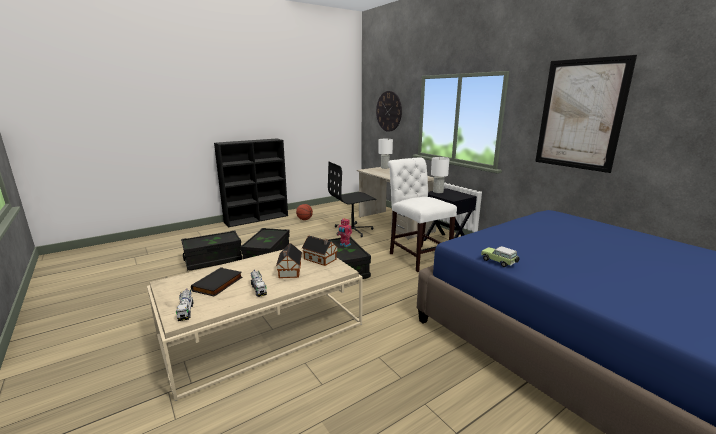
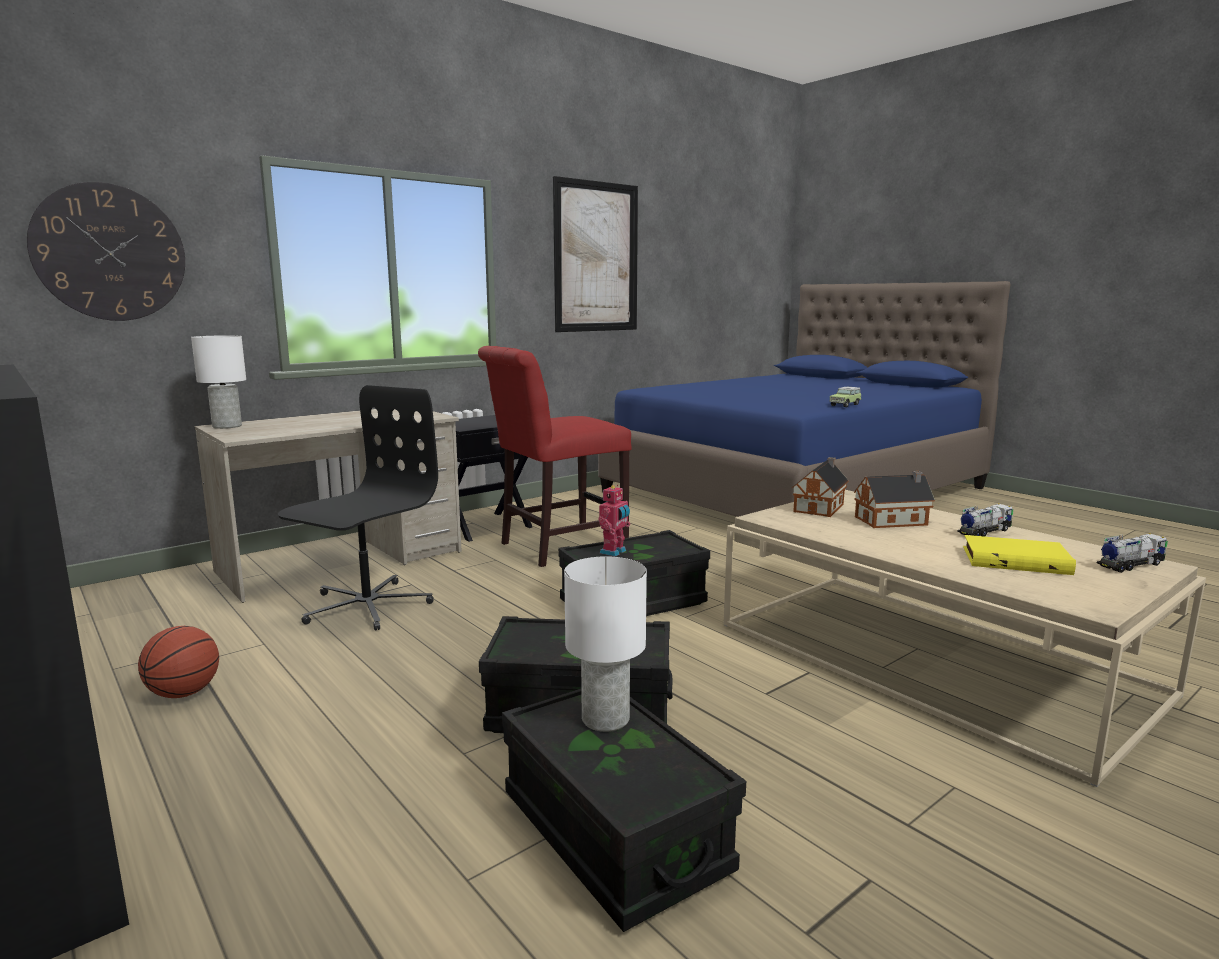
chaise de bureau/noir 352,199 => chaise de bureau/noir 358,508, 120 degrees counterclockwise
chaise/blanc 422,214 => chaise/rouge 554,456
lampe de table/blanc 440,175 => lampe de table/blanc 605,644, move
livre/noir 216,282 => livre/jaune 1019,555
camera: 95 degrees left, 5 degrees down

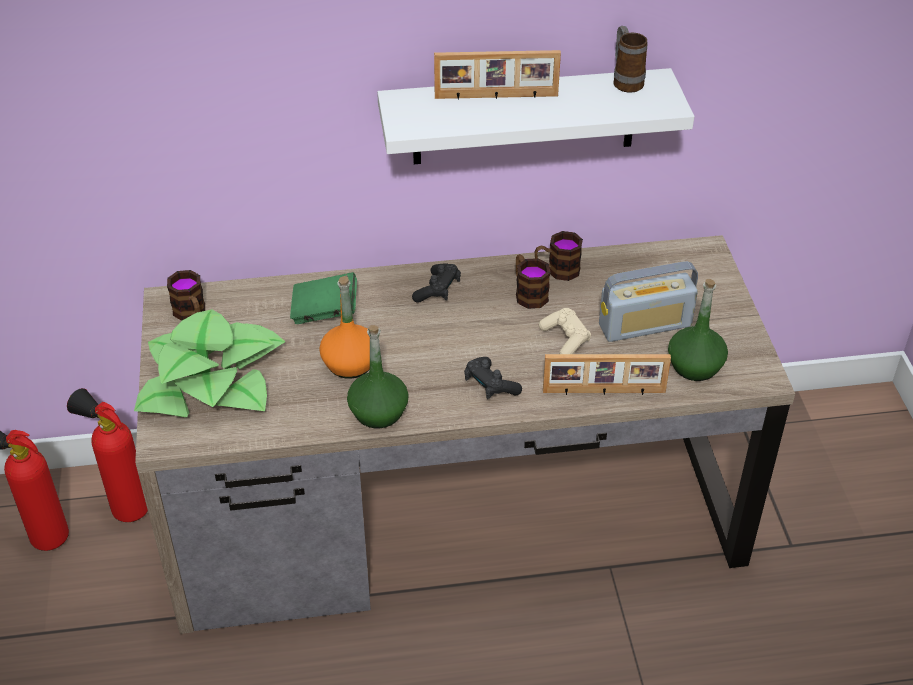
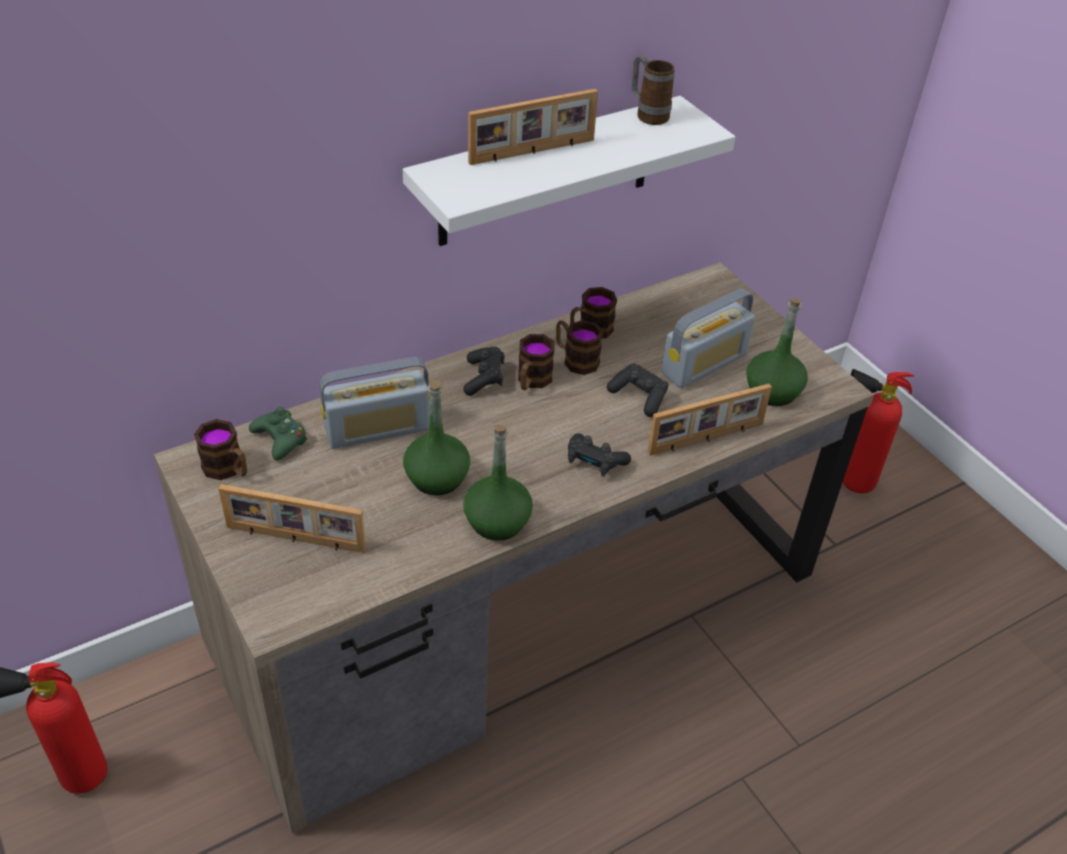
plante en pot 209,363 => cadre photo 292,518
nothing => manette/vert 278,434
livre/vert 323,298 => radio 374,403
bouteille/orange 344,327 => bouteille/vert 436,437
nothing => mug 536,362
manette/beige 565,331 => manette/noir 637,390
extincteur 107,455 => extincteur 878,431, move
camera: 25 degrees left, 0 degrees up

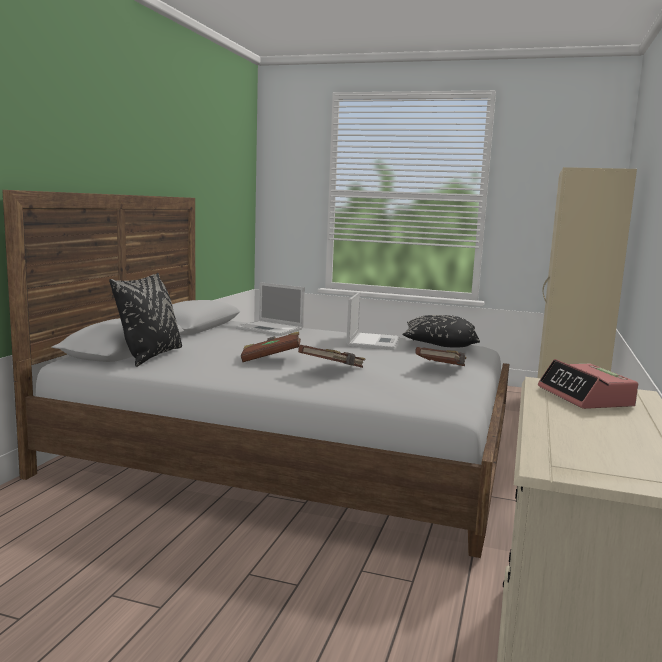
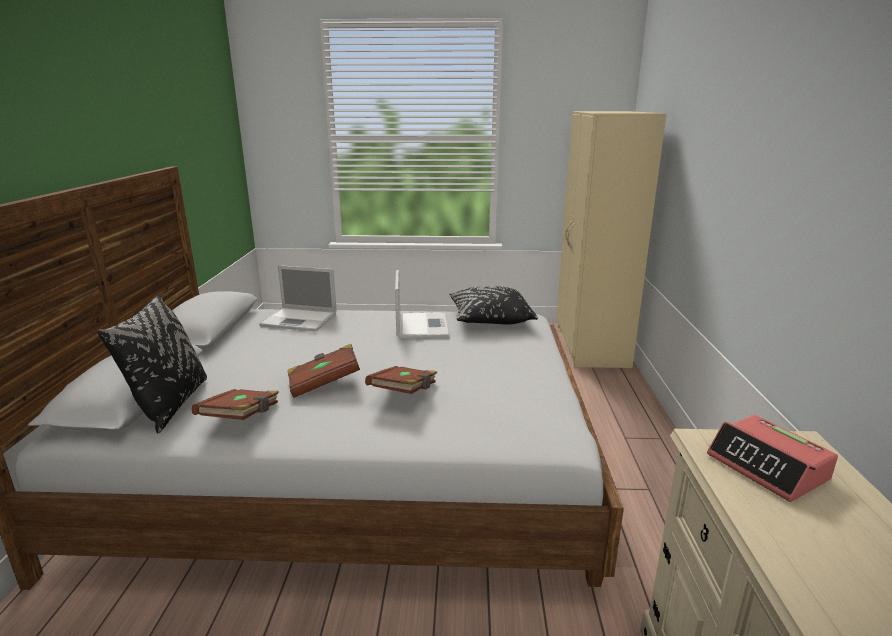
livre/marron 441,356 => livre/marron 235,404, move
camera: 15 degrees left, 10 degrees up

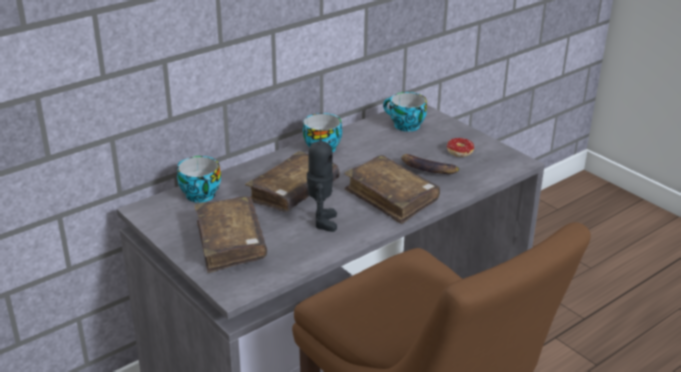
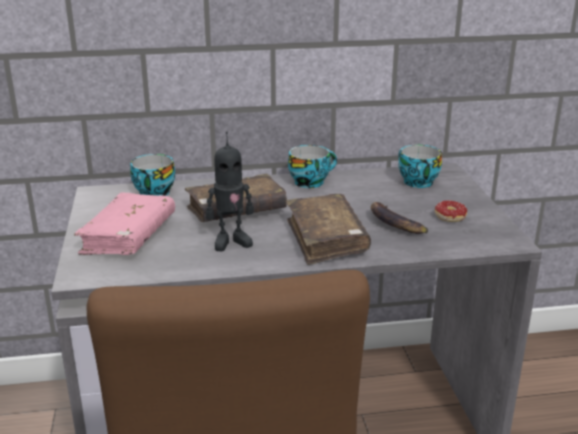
livre/marron 231,234 => livre/rose 124,224
robot jouet 322,180 => robot jouet 230,191, 45 degrees clockwise
camera: 30 degrees right, 5 degrees down

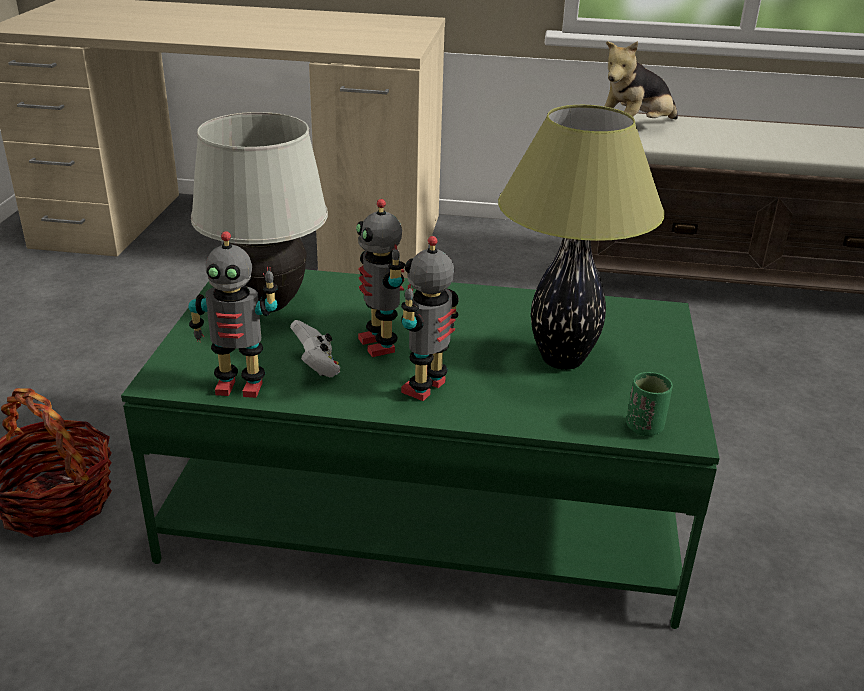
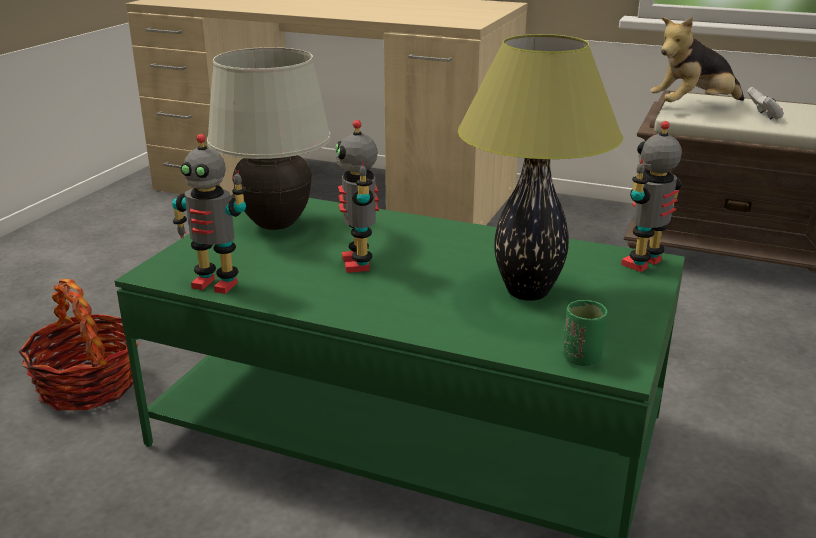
robot jouet 430,318 => robot jouet 651,196, move
manette/blanc 315,349 => manette/blanc 765,103, move
camera: 15 degrees right, 5 degrees down

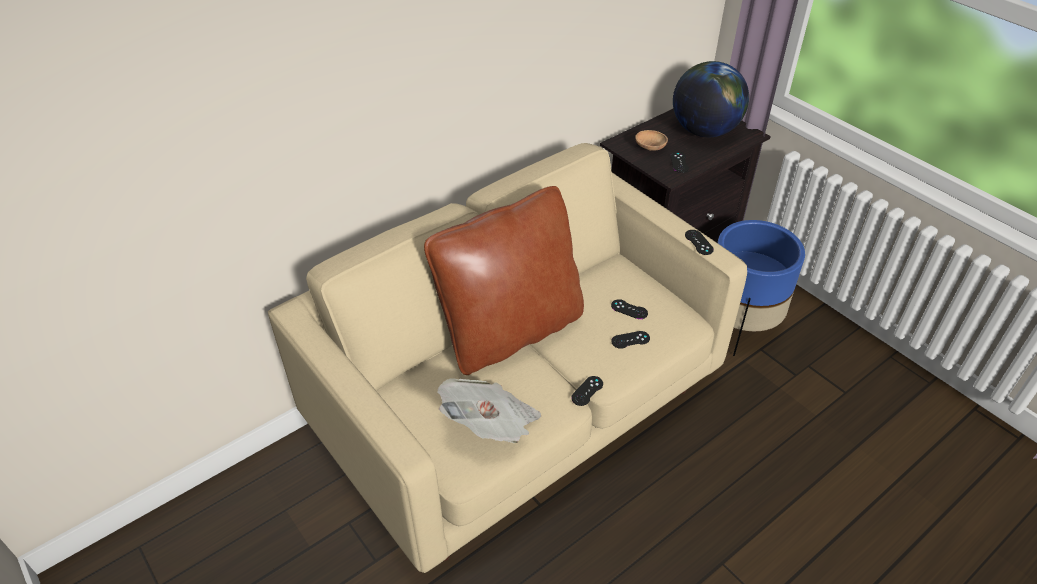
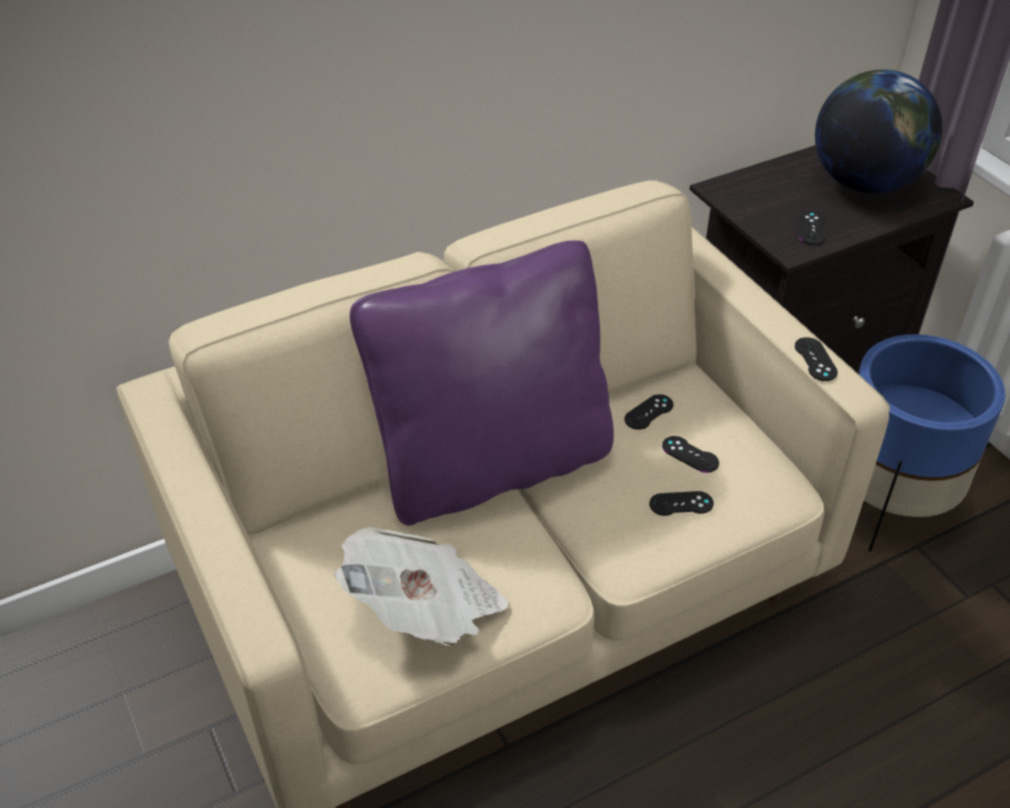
coussin/marron 504,280 => coussin/violet 482,382
manette/noir 587,391 => manette/noir 648,412, move
bol/marron 651,140 => nothing
camera: 10 degrees right, 0 degrees up

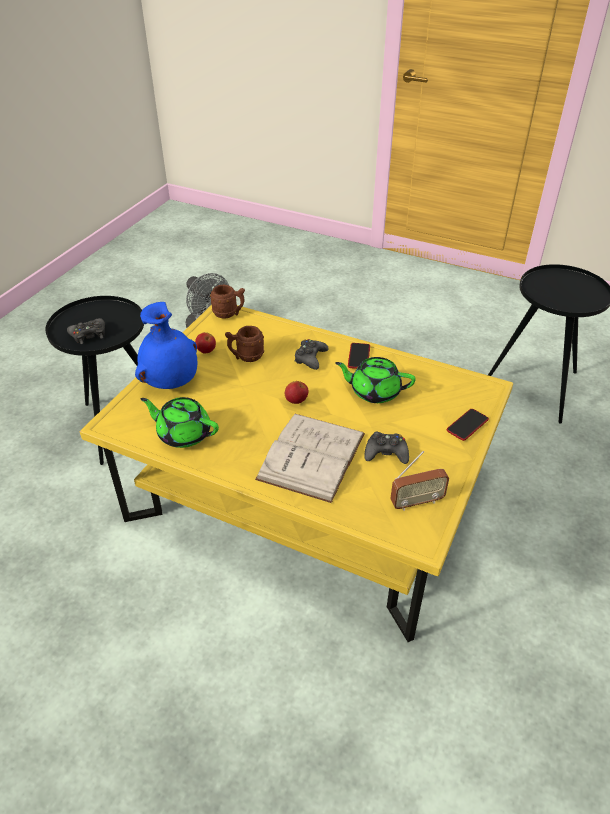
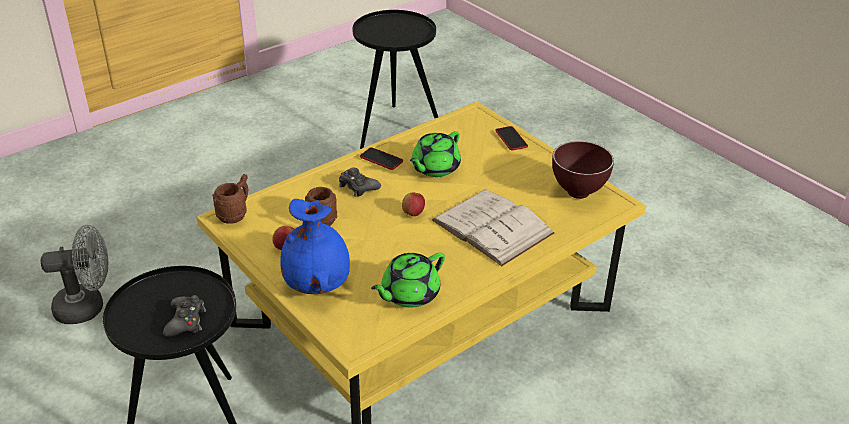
radio 419,481 => bol/marron 583,170
manette/noir 386,448 => nothing
camera: 65 degrees left, 5 degrees down

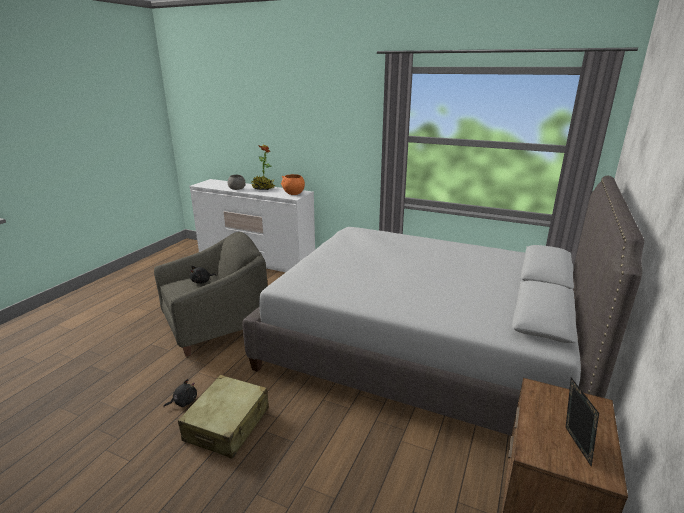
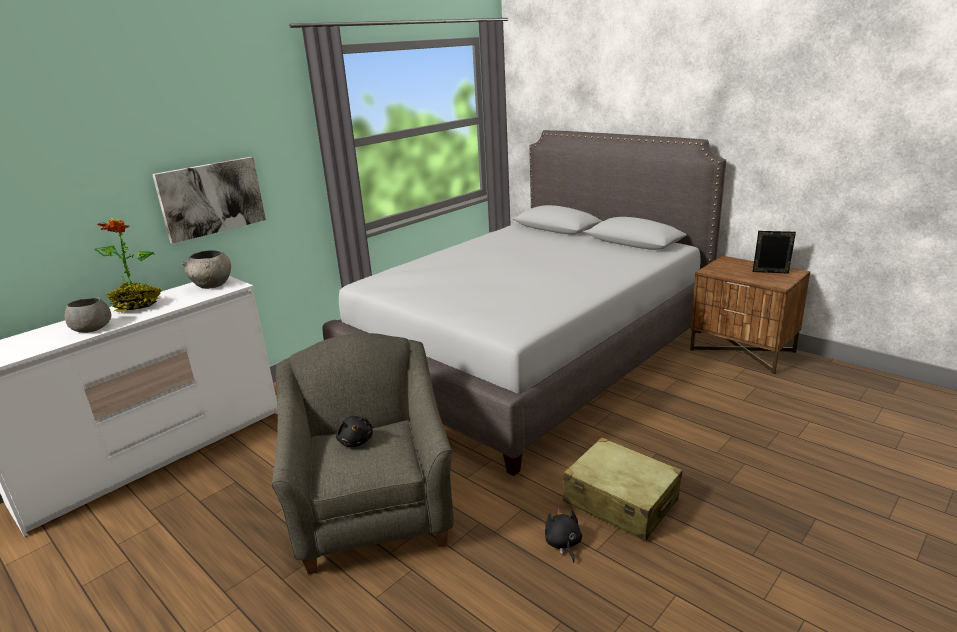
nothing => tableau 209,200
bol/orange 293,184 => bol/gris 206,269
camera: 70 degrees left, 0 degrees up

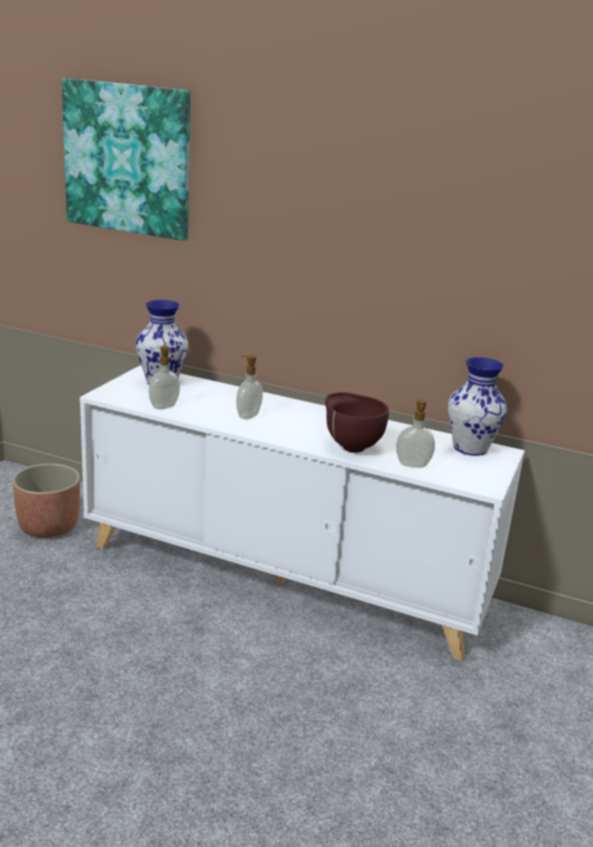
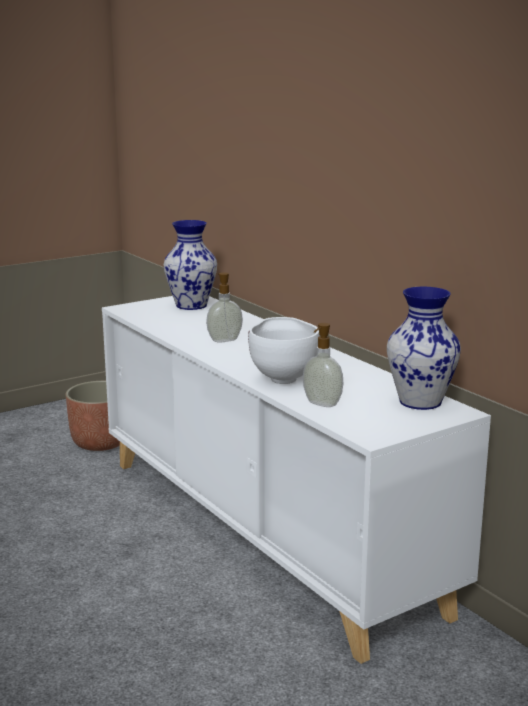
bol/marron 357,422 => bol/blanc 284,350
tableau 126,159 => nothing
distributeur de savon 164,378 => nothing
camera: 35 degrees right, 5 degrees down

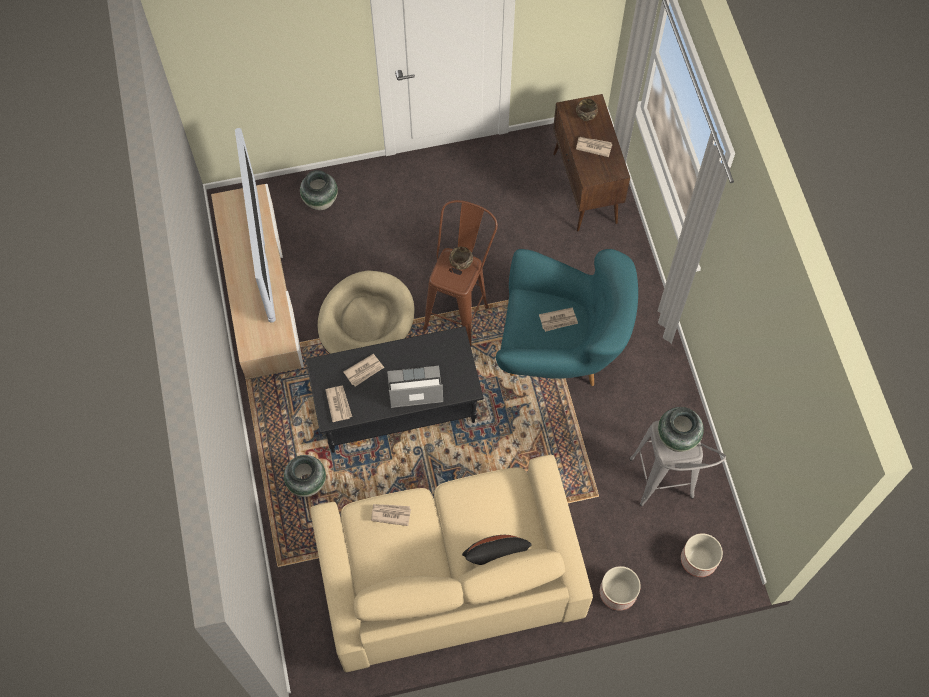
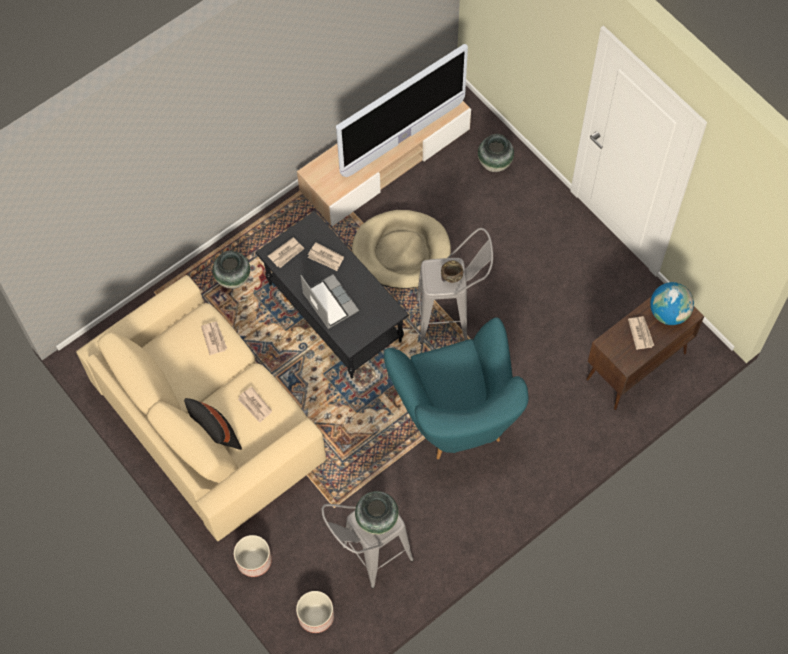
journal 558,319 => journal 255,405, move
tabouret/marron 460,273 => tabouret/gris 454,286
bol/marron 587,110 => globe 672,303
camera: 65 degrees right, 0 degrees up

